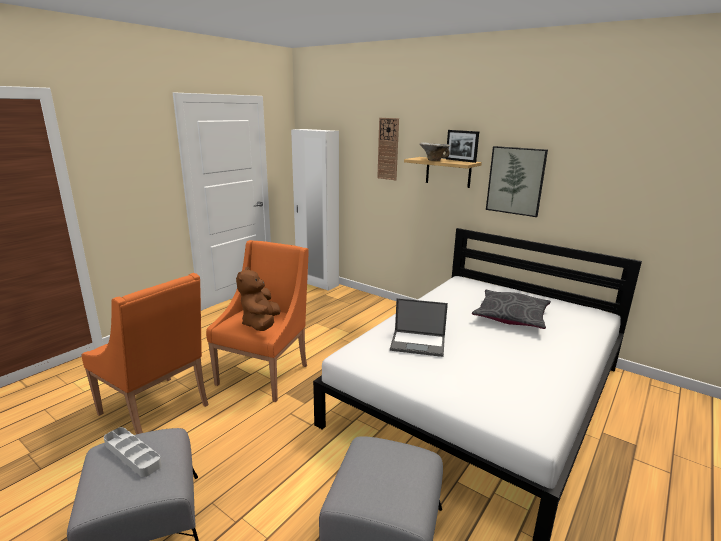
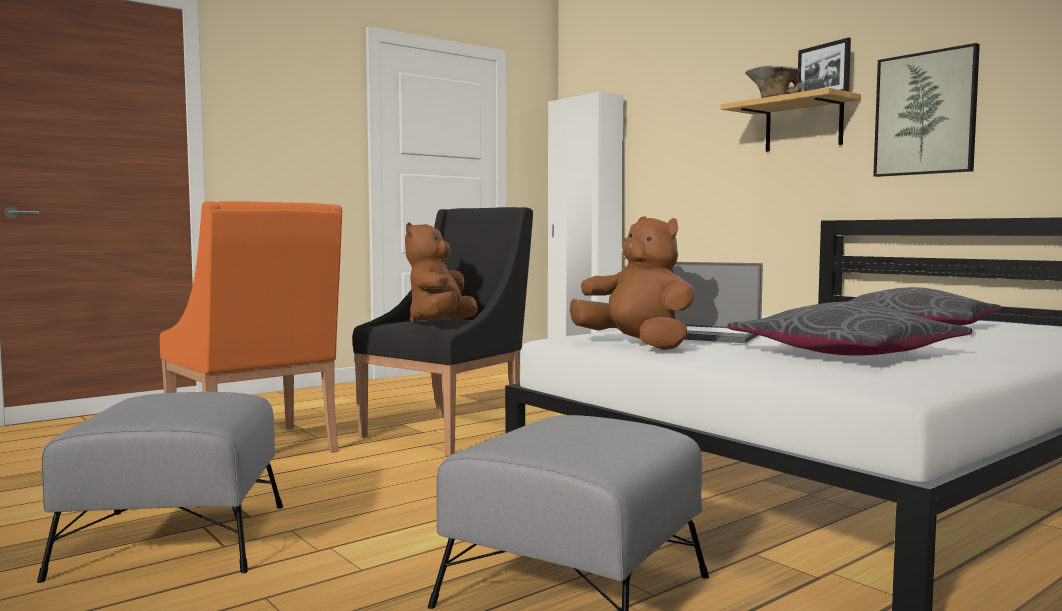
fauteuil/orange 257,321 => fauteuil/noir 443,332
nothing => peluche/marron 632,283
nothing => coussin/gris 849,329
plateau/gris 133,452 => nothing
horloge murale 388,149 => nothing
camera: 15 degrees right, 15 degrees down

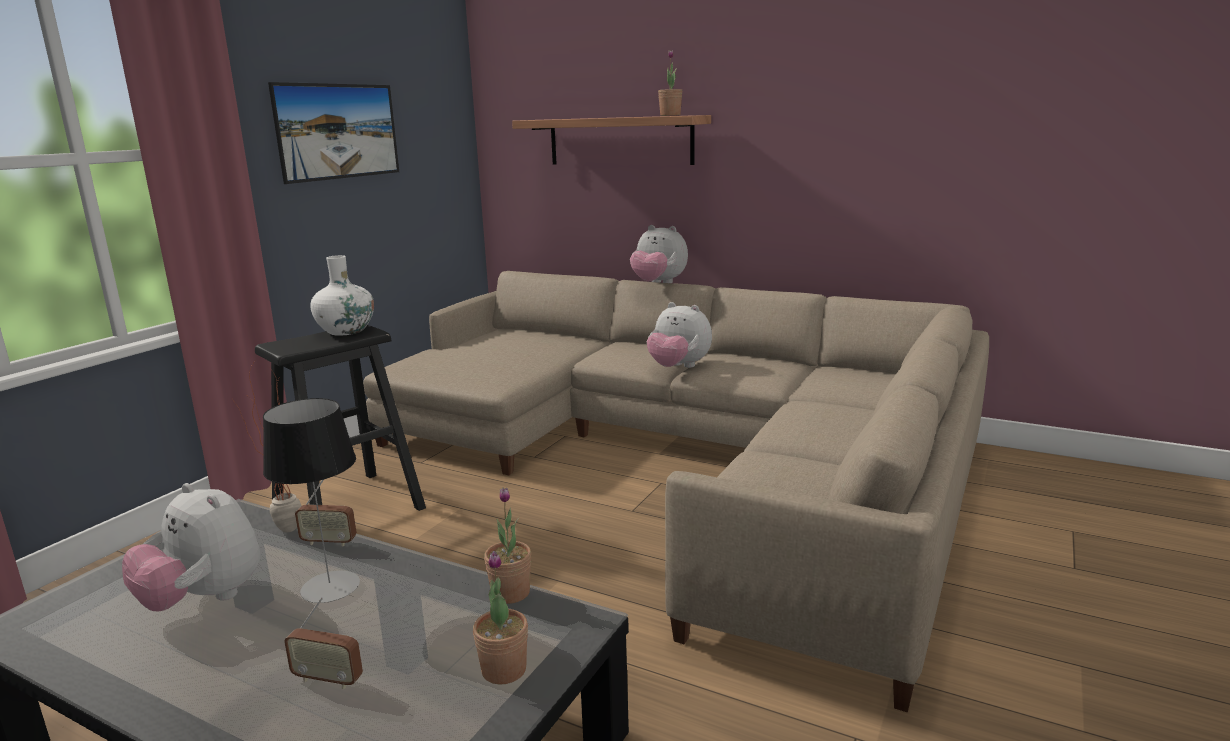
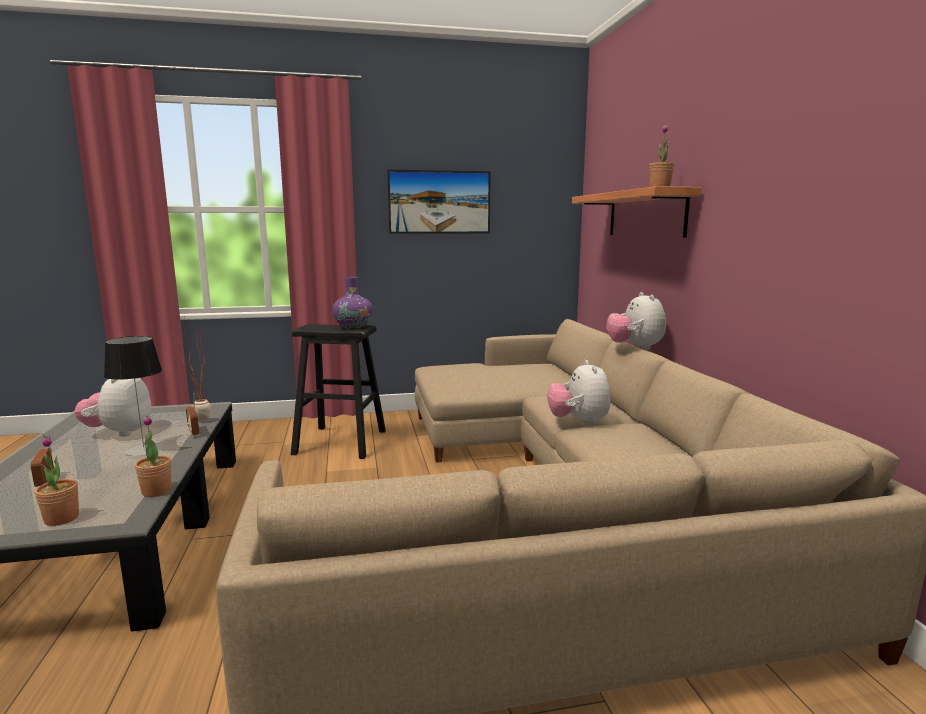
vase/blanc 342,295 => vase/violet 353,303
camera: 50 degrees right, 5 degrees down

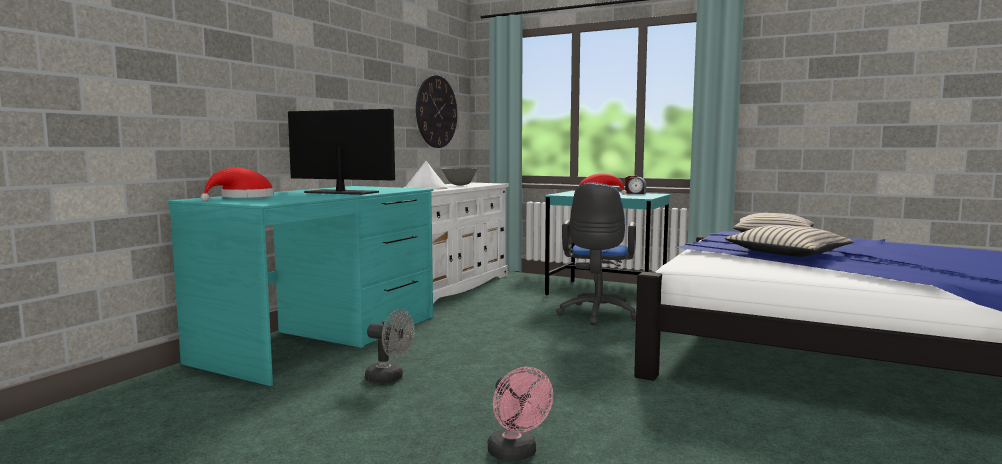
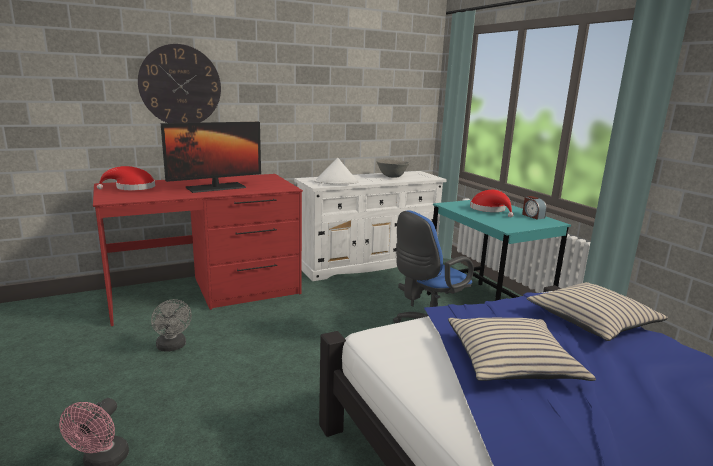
bureau/turquoise 301,286 => bureau/rouge 198,250
horloge murale 436,111 => horloge murale 179,83, move
écran d'ordinateur 341,152 => écran d'ordinateur 211,157, 90 degrees clockwise
camera: 35 degrees right, 10 degrees up

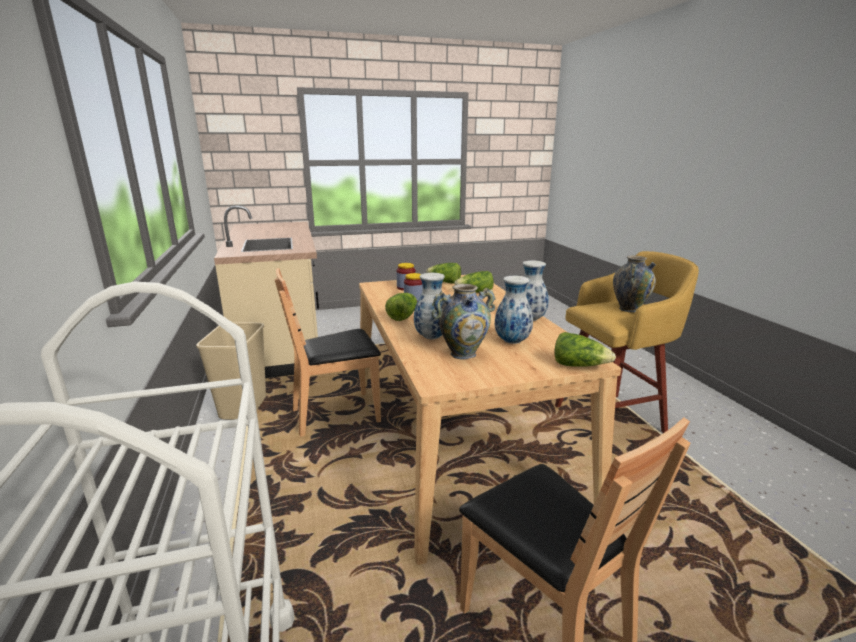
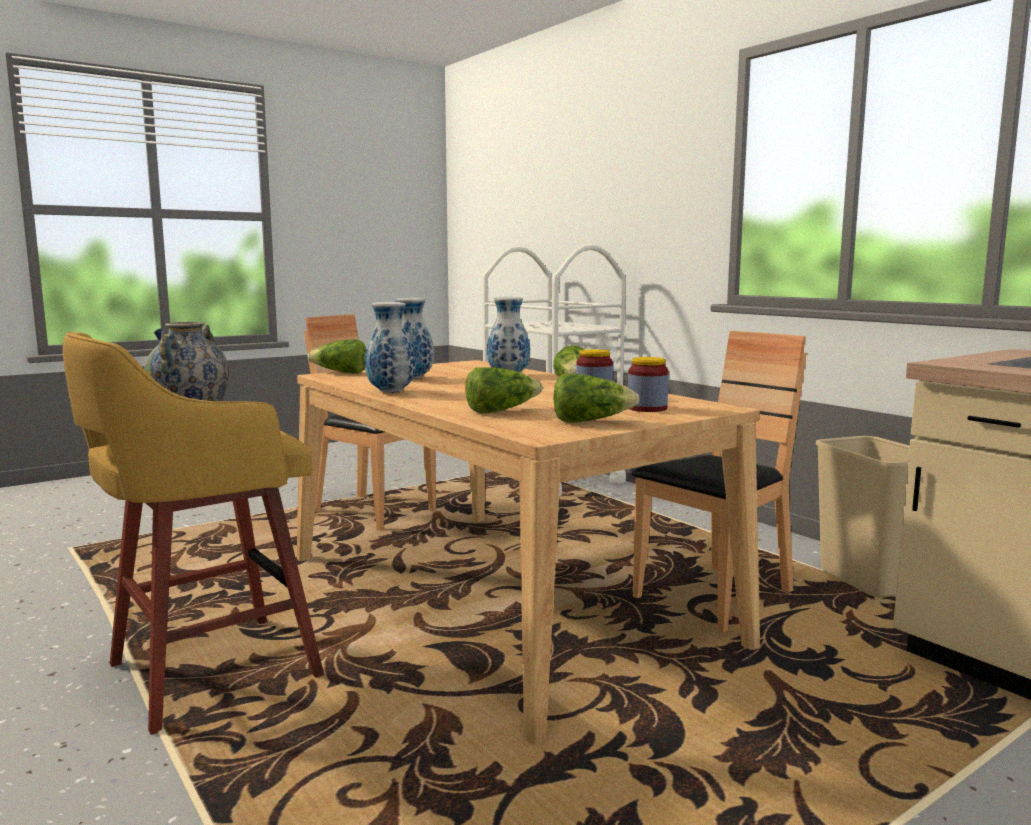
vase 464,322 => nothing
camera: 160 degrees right, 10 degrees down

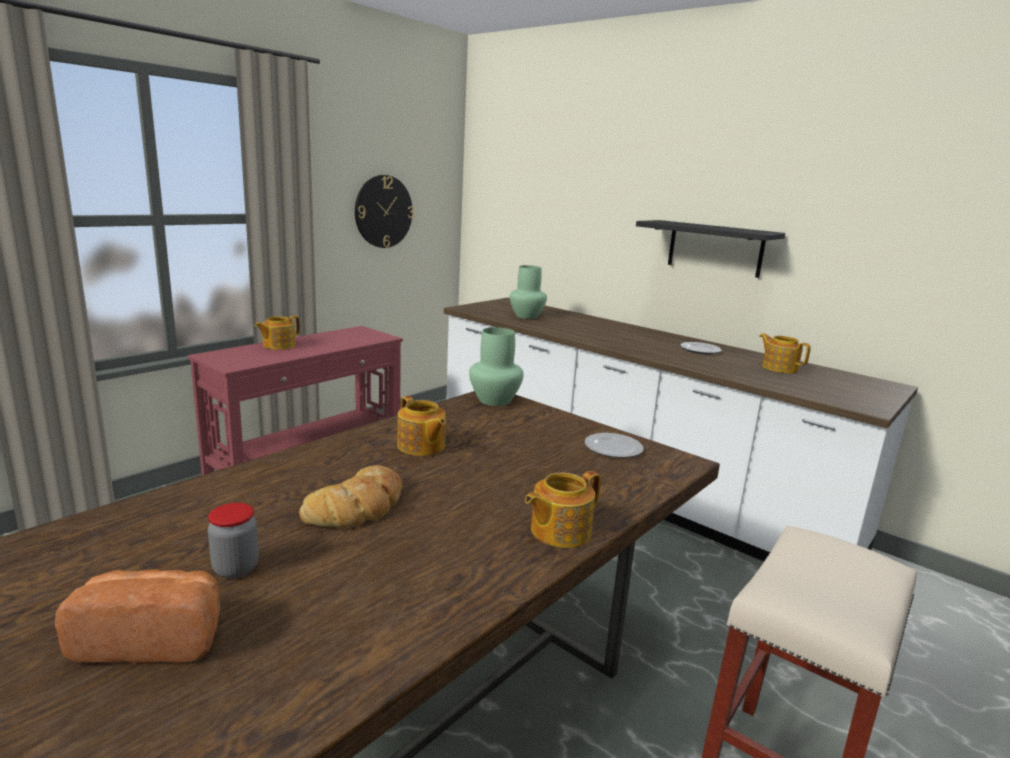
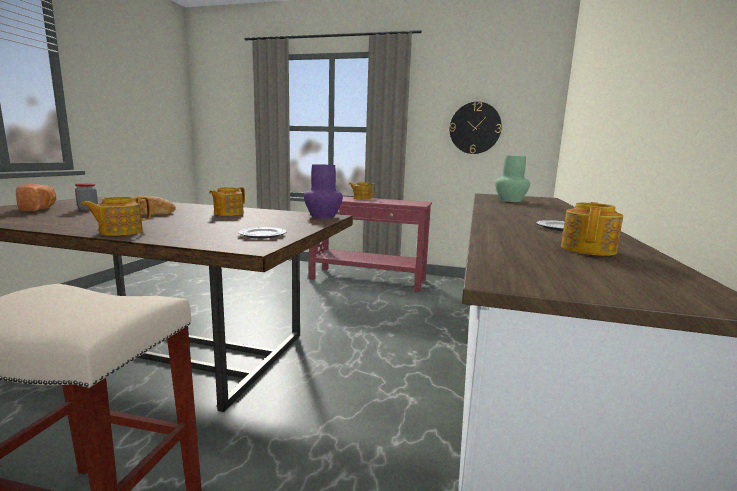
théière 563,509 => théière 116,216, 75 degrees counterclockwise
vase/vert 496,366 => vase/violet 323,191
étagère/noir 710,249 => nothing
camera: 65 degrees right, 5 degrees down

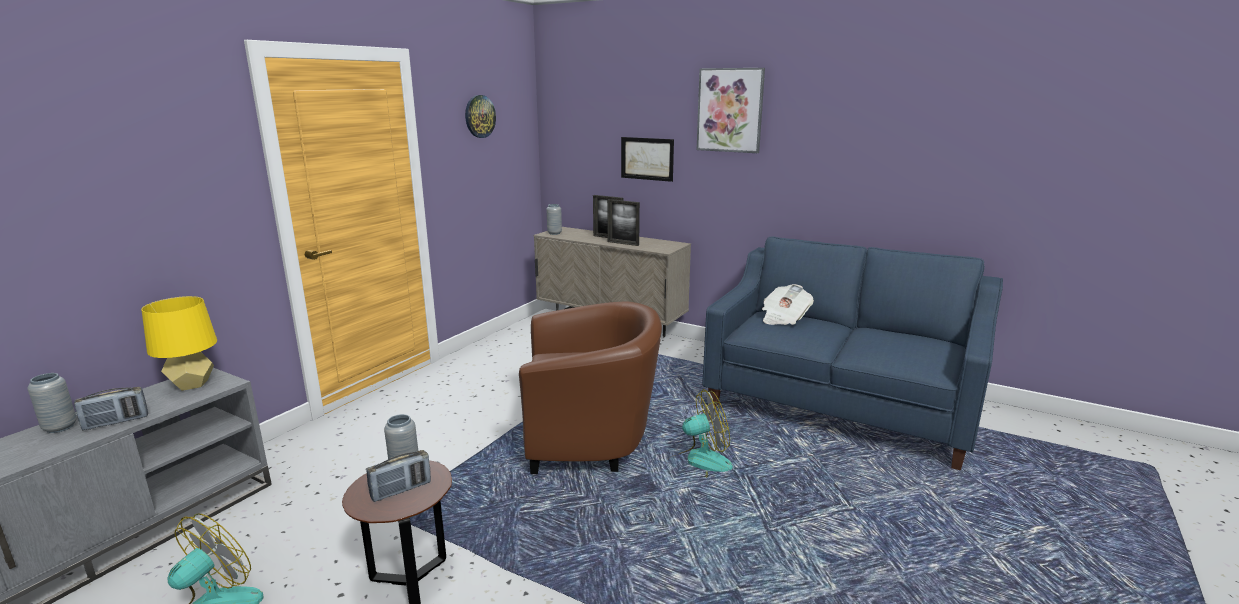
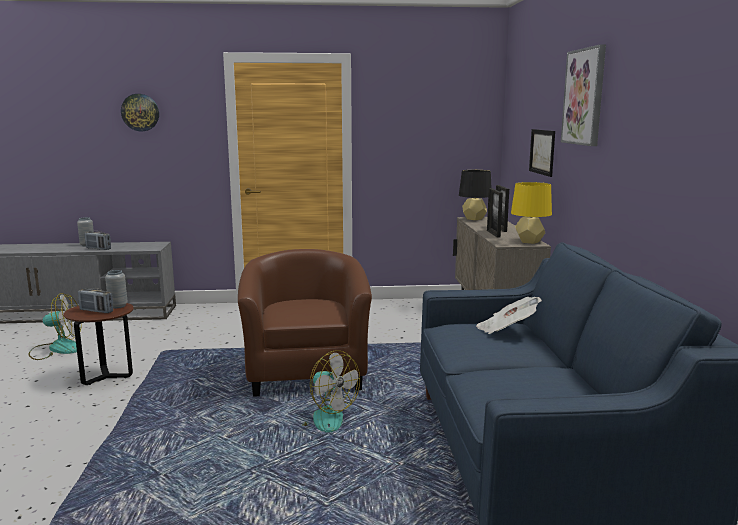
horloge murale 480,116 => horloge murale 140,112, move
fauteuil/marron 590,387 => fauteuil/marron 305,323, 150 degrees counterclockwise
vase/gris 554,219 => lampe de table/noir 475,195
lampe de table/jaune 179,343 => lampe de table/jaune 531,213, move
camera: 55 degrees right, 5 degrees down

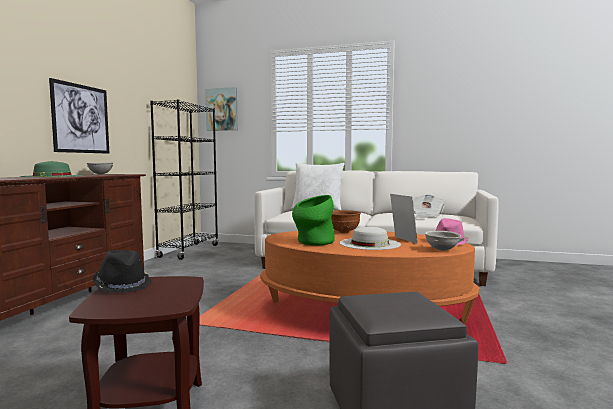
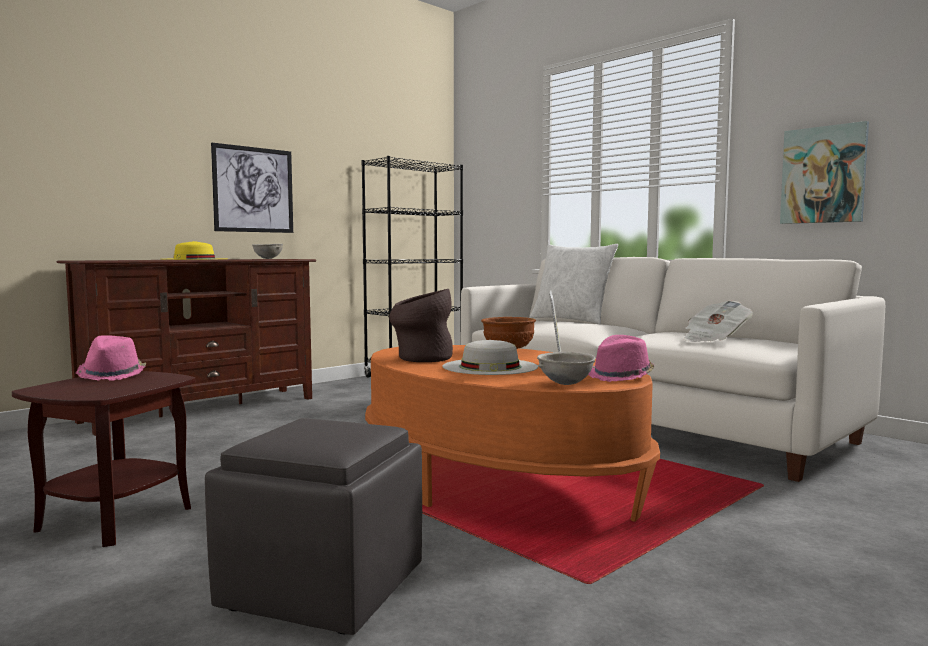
chapeau/noir 122,271 => chapeau/rose 111,358
chapeau/vert 51,169 => chapeau/jaune 199,250
vase/vert 313,220 => vase/marron 421,325
tableau 221,109 => tableau 824,172, move
camera: 30 degrees right, 0 degrees up

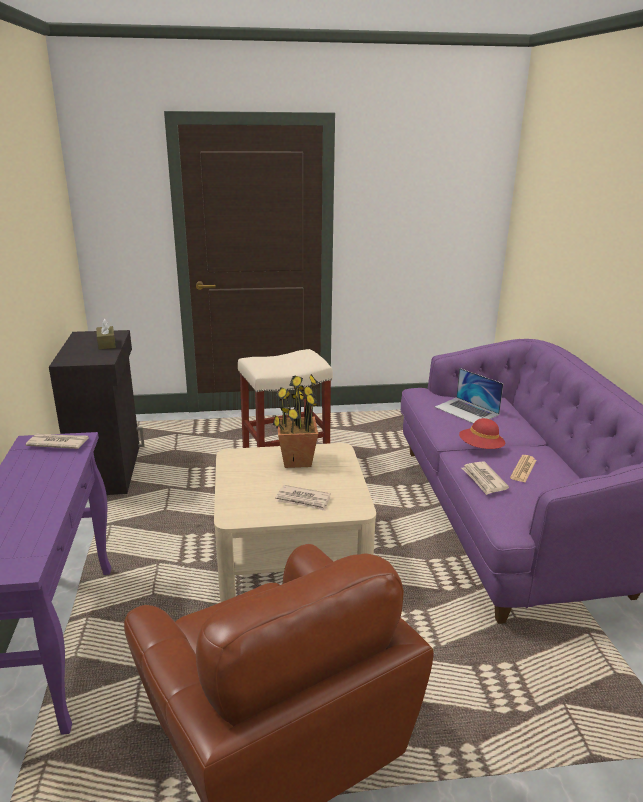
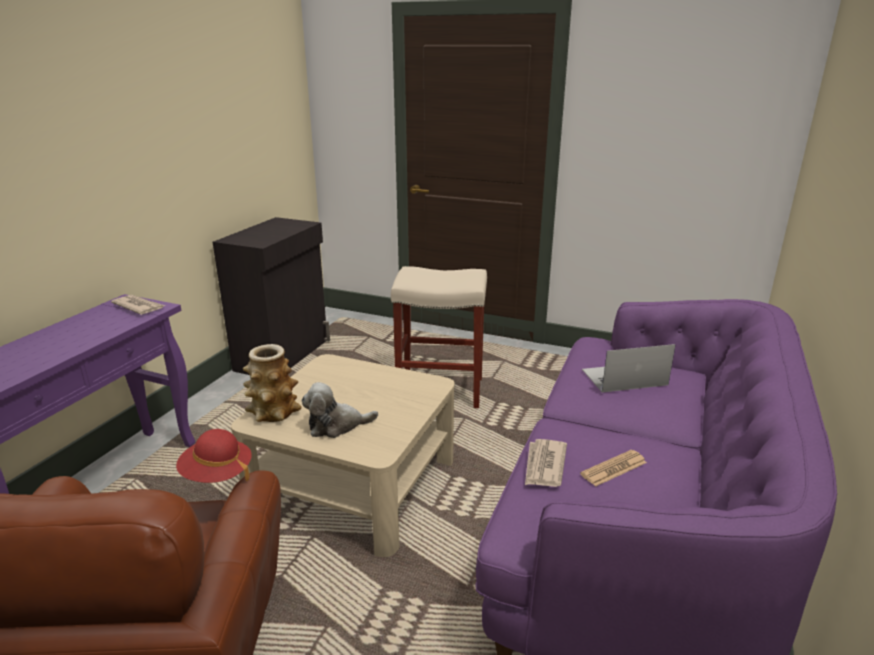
chapeau/rouge 482,433 => chapeau/rouge 214,456, move
nothing => vase 272,383
journal 303,498 => peluche 340,410
ordinateur portable 469,396 => ordinateur portable 629,368, 90 degrees clockwise
boîte à mouchoirs/marron 106,334 => nothing
plante en pot 296,421 => nothing
camera: 30 degrees right, 0 degrees up

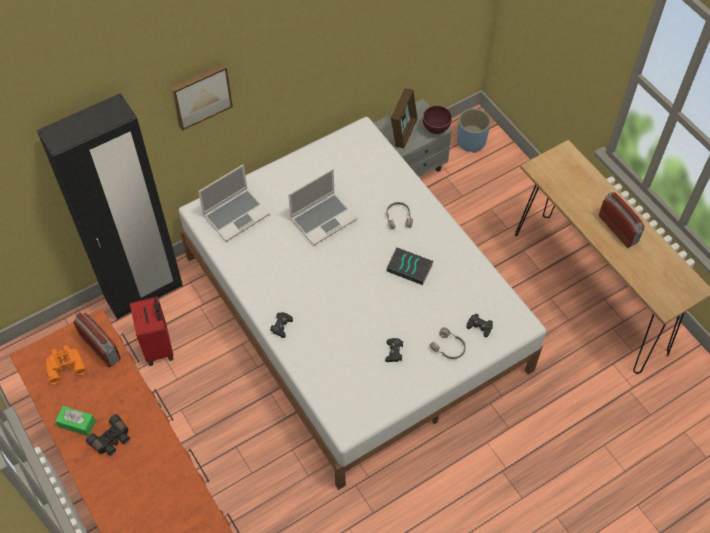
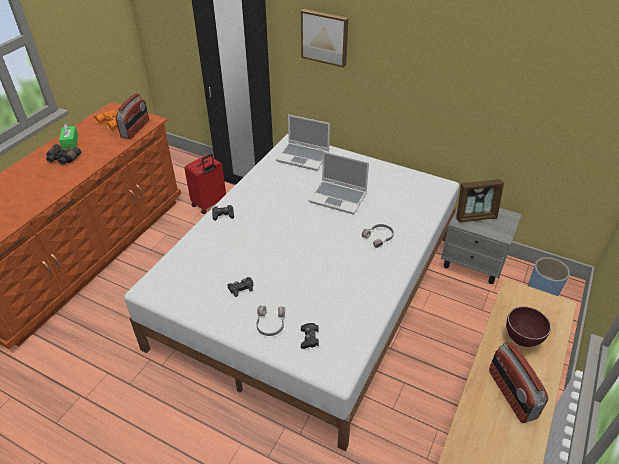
radio 622,220 => radio 518,382, 135 degrees clockwise
bol/marron 437,120 => bol/marron 528,326, move
livre 410,266 => nothing
camera: 60 degrees right, 15 degrees down

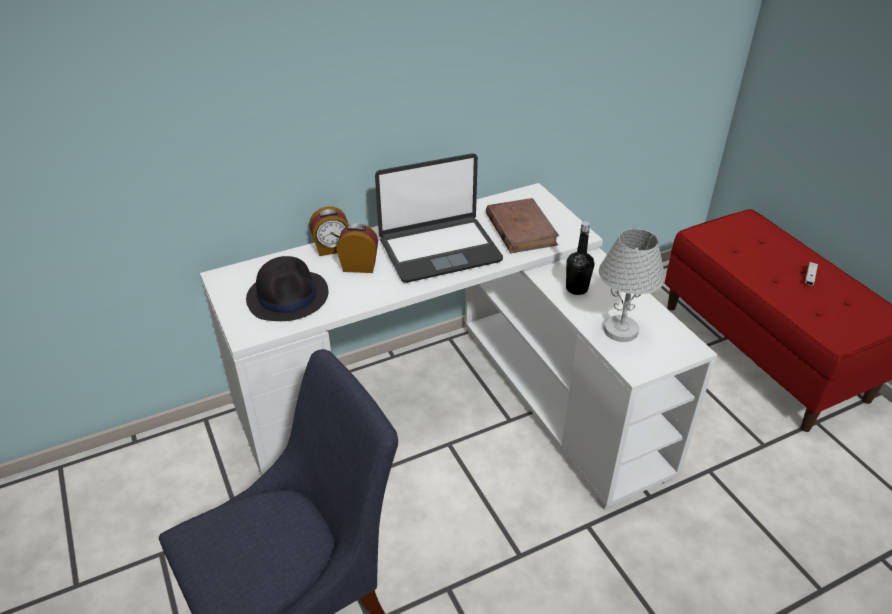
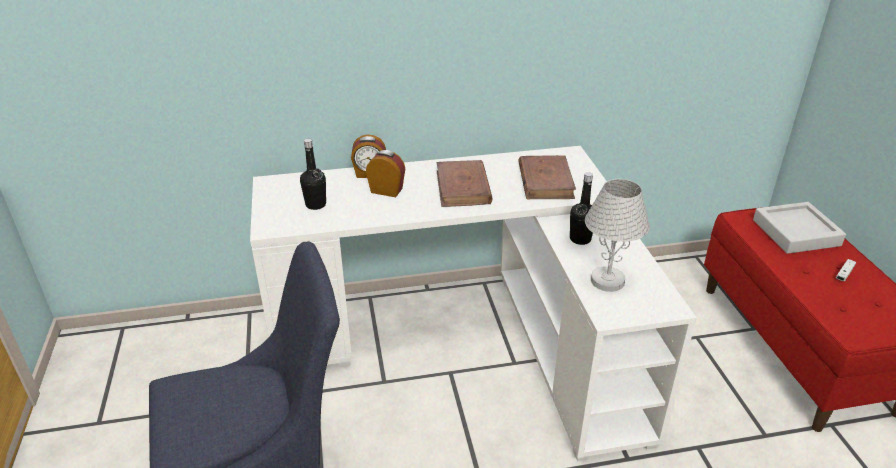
chapeau/noir 287,288 => bouteille/noir 313,174
ordinateur portable 439,218 => livre/marron 465,183
nothing => plateau/gris 799,228
camera: 15 degrees right, 5 degrees down

